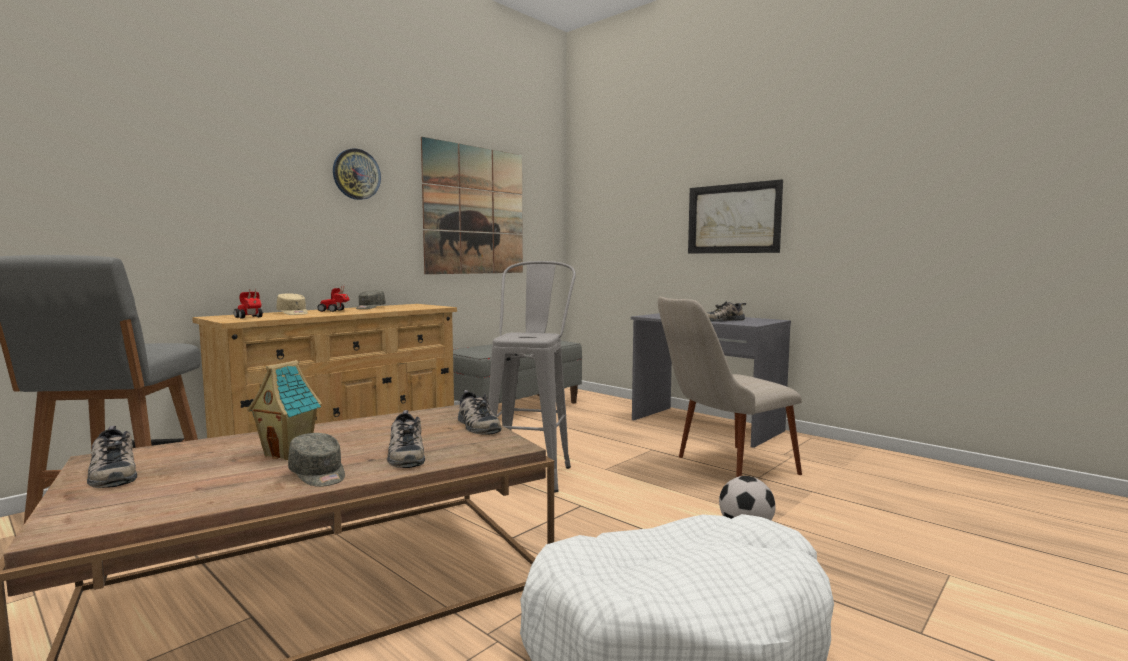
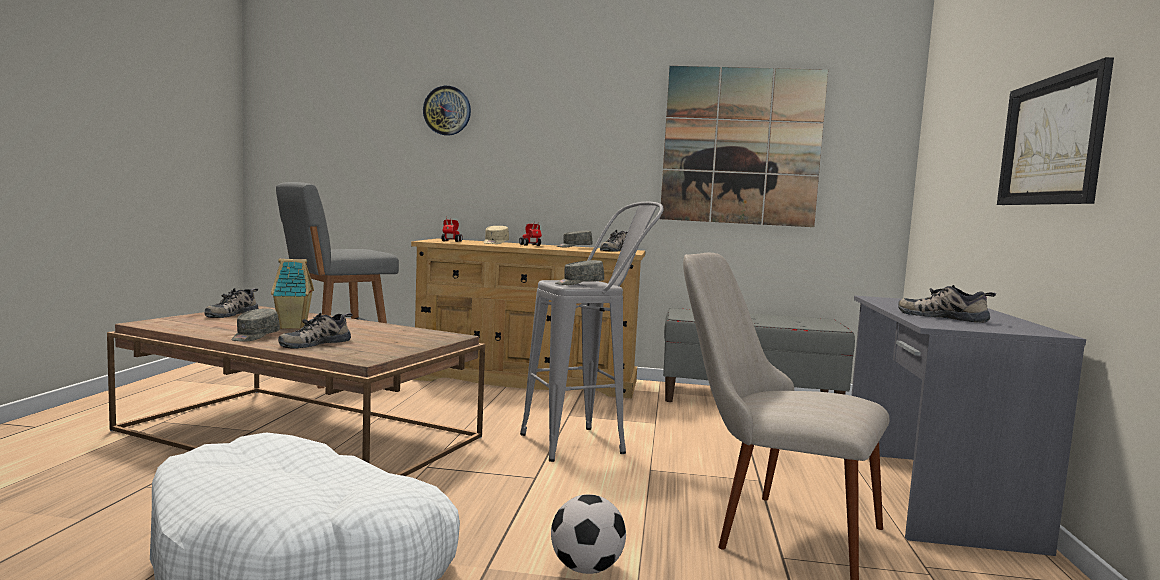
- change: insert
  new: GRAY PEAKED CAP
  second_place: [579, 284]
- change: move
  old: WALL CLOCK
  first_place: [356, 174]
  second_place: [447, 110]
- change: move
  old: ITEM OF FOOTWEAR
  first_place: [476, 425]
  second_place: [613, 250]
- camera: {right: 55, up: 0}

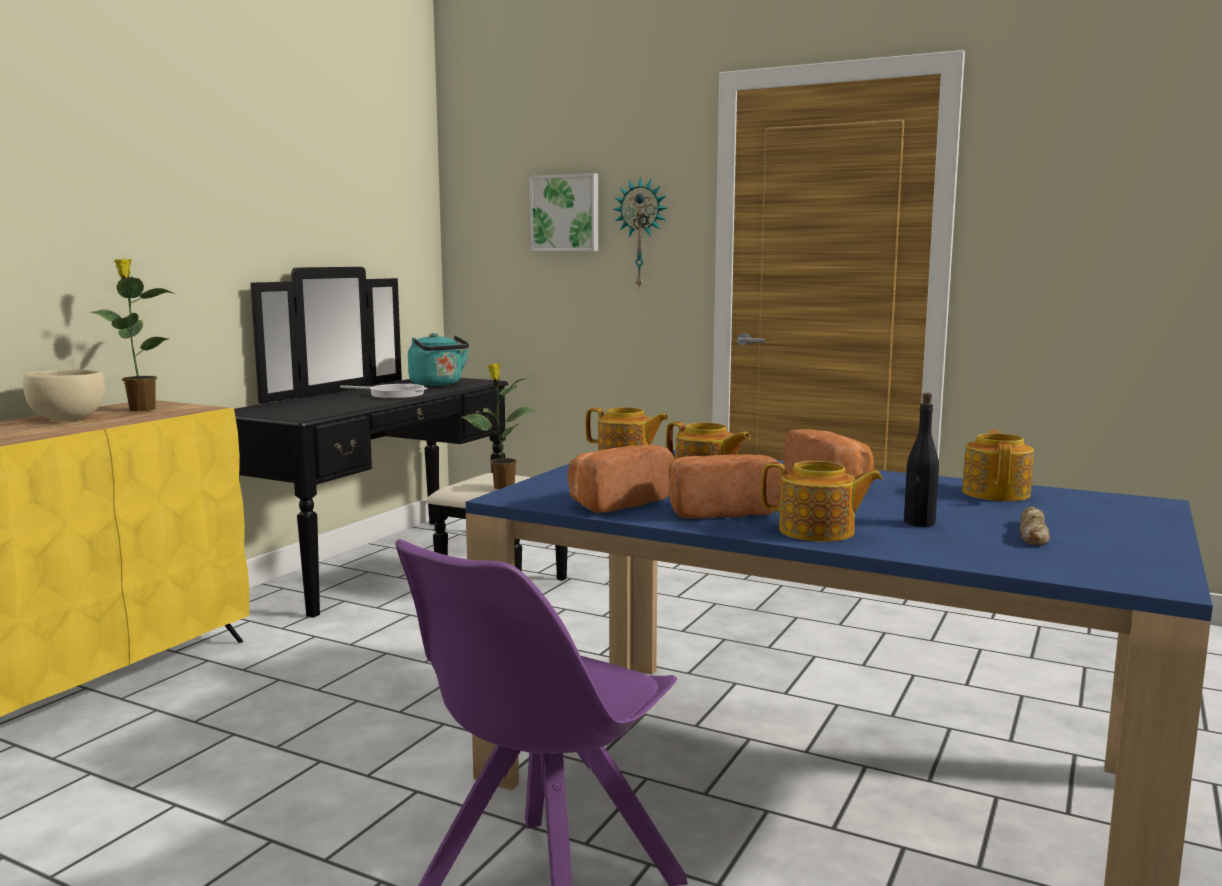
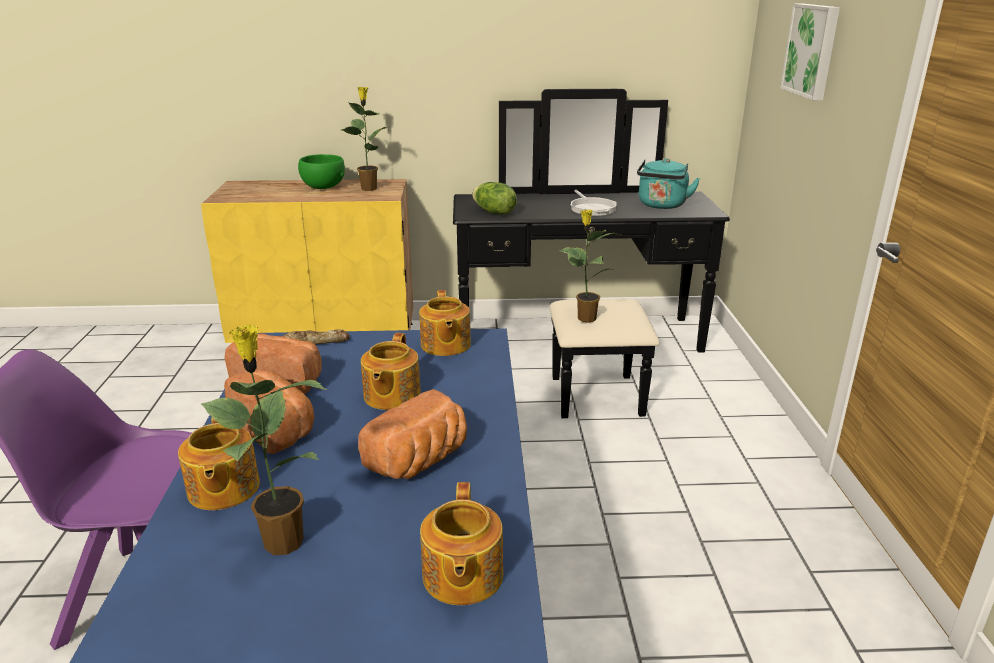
- change: delete
  old: WALL CLOCK
  first_place: [641, 233]
- change: insert
  new: HEAD OF LETTUCE
  second_place: [494, 212]
- change: move
  old: BREAD
  first_place: [1032, 533]
  second_place: [314, 342]
- change: replace
  old: BLACKISH DRINK BOTTLE
  new: PLANT IN A POT
  first_place: [919, 523]
  second_place: [282, 540]
- change: recolor
  old: BEIGE DEEP DISH
  new: GREENISH DEEP DISH
  first_place: [67, 418]
  second_place: [323, 187]
- change: rotate
  old: POT FOR TEA
  first_place: [996, 493]
  second_place: [461, 577]
  degrees: 105
- camera: {right: 60, up: 15}

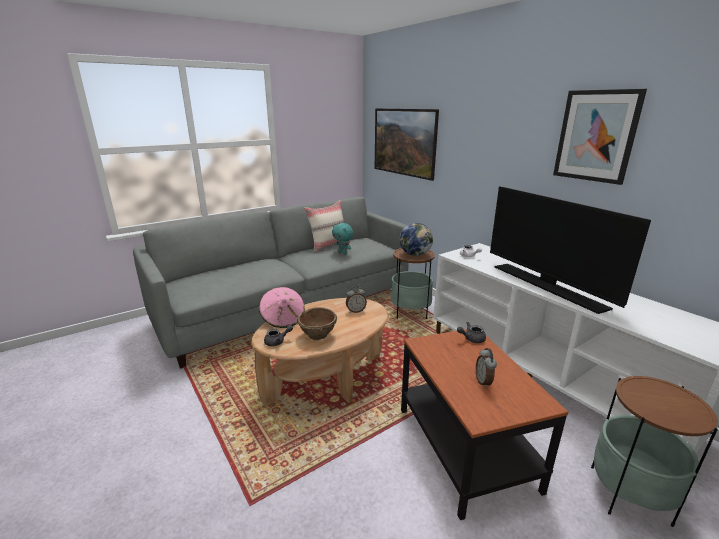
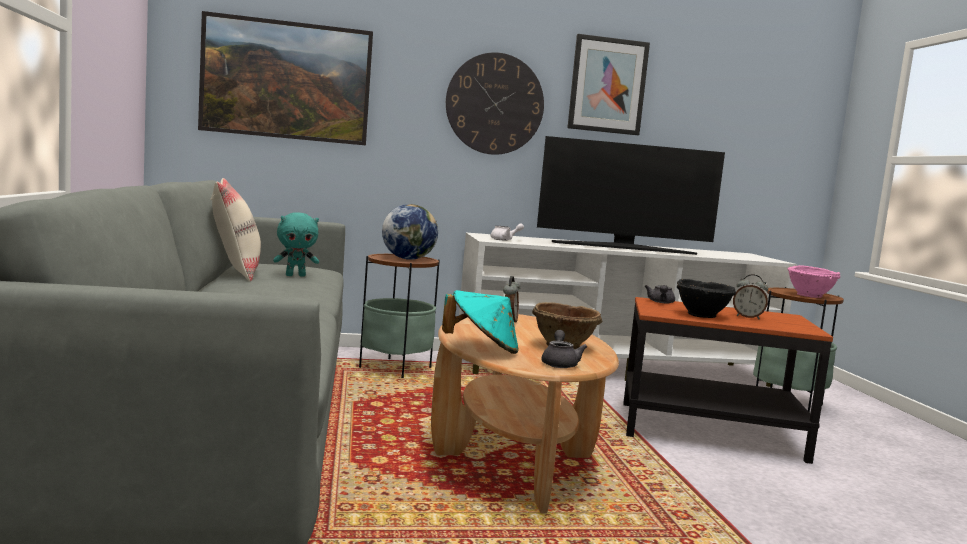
- change: insert
  new: WALL CLOCK
  second_place: [495, 104]
- change: insert
  new: BLACKISH DEEP DISH
  second_place: [702, 315]
- change: insert
  new: PINK DEEP DISH
  second_place: [810, 296]
- change: recolor
  old: PINK CLOTHING HAT
  new: TURQUOISE CLOTHING HAT
  first_place: [283, 319]
  second_place: [482, 349]
- camera: {right: -65, up: -15}

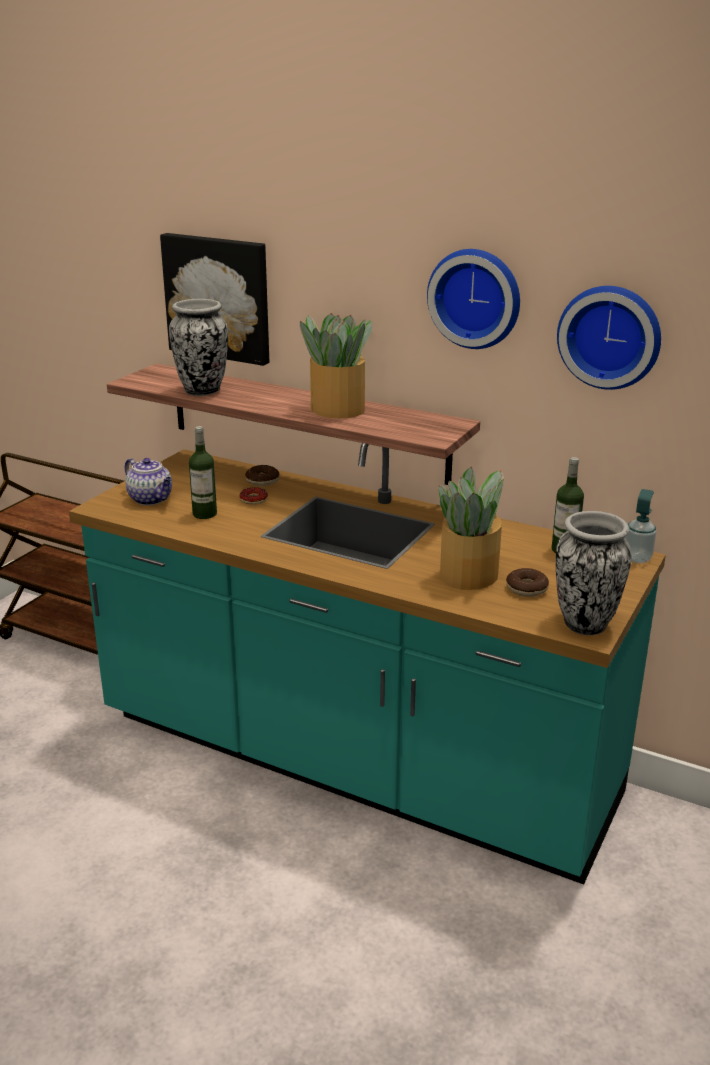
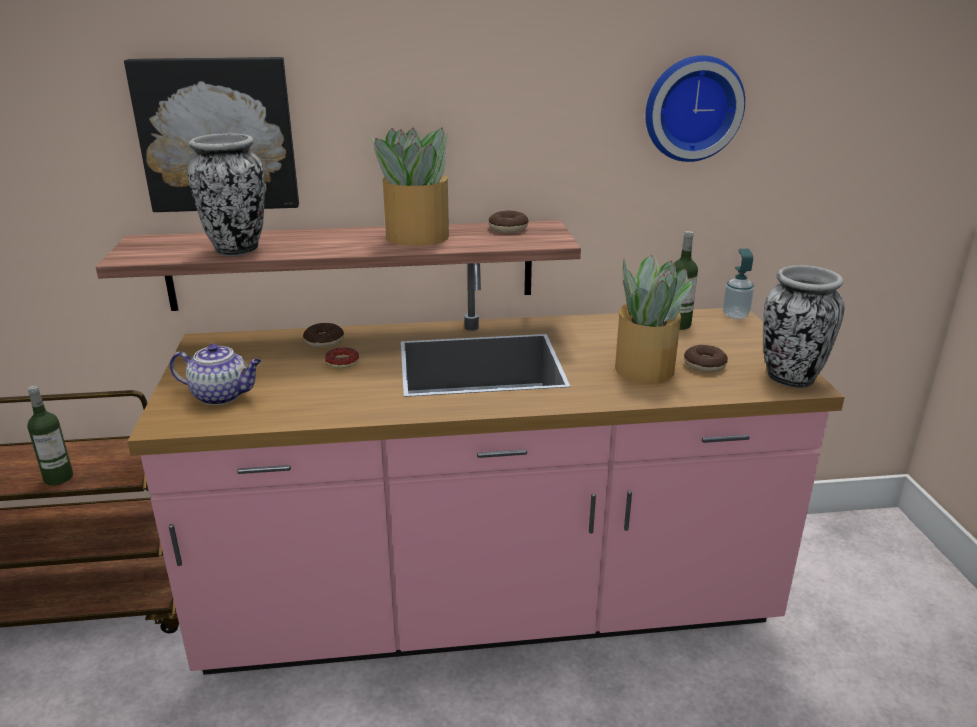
- change: delete
  old: WALL CLOCK
  first_place: [476, 297]
- change: insert
  new: RING DOUGHNUT
  second_place: [508, 228]
- change: move
  old: DRINK BOTTLE
  first_place: [204, 514]
  second_place: [58, 478]
- change: recolor
  old: TURQUOISE KITCHEN COUNTER
  new: PINK KITCHEN COUNTER
  first_place: [354, 761]
  second_place: [488, 606]
- camera: {right: -35, up: 0}

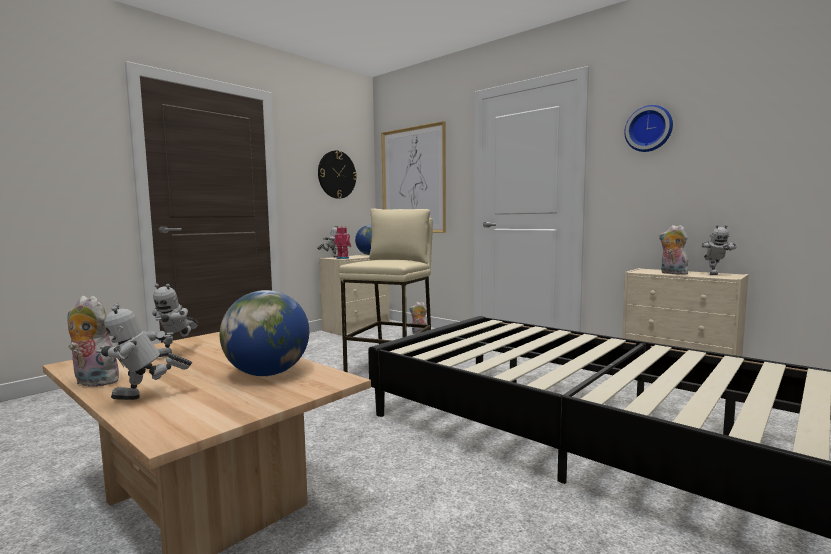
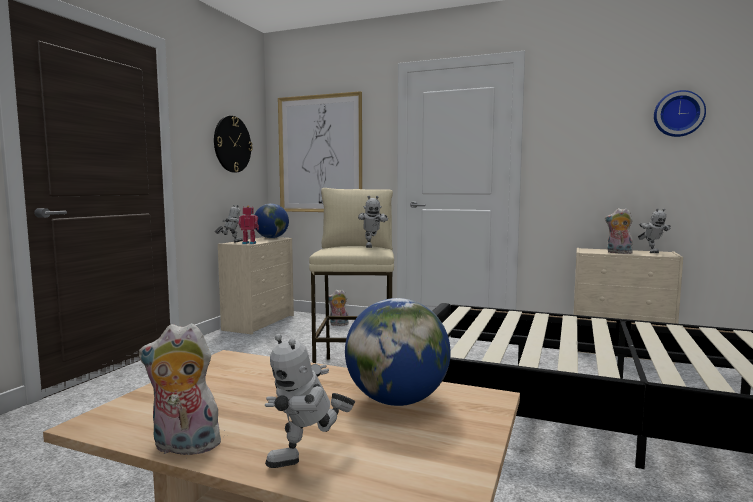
- change: move
  old: MODEL ROBOT
  first_place: [177, 353]
  second_place: [371, 247]
- change: move
  old: WALL CLOCK
  first_place: [649, 129]
  second_place: [678, 114]
- camera: {right: -20, up: 0}

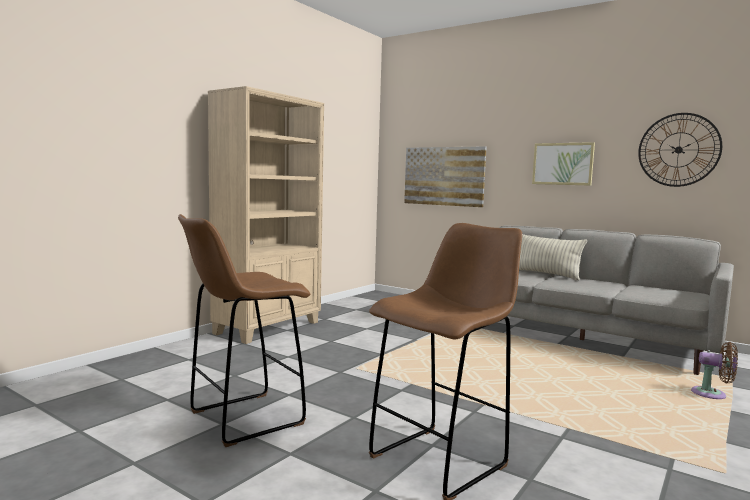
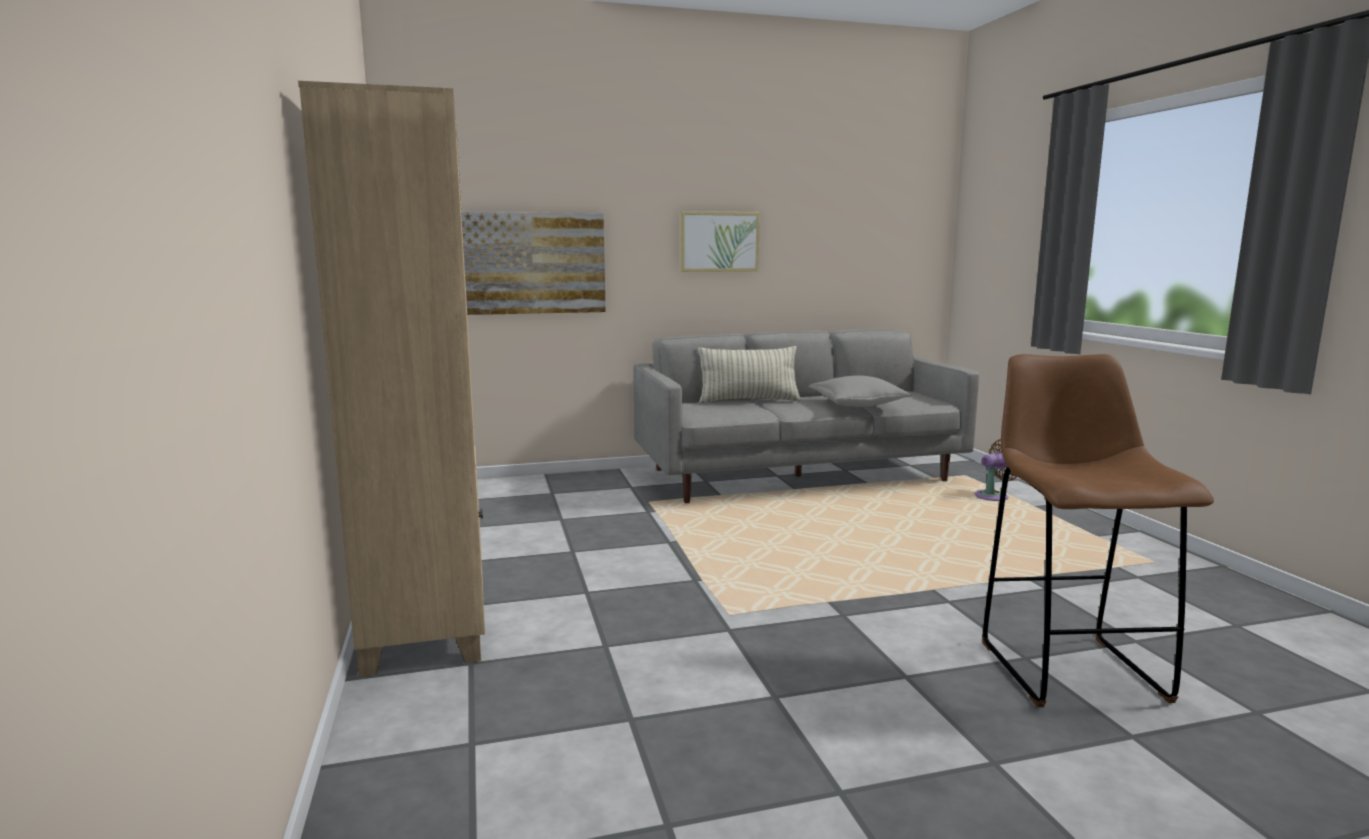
- change: delete
  old: BROWNISH SITTING STOOL
  first_place: [243, 419]
- change: delete
  old: WALL CLOCK
  first_place: [678, 150]
- change: insert
  new: GRAY THROW PILLOW
  second_place: [857, 405]
- camera: {right: -50, up: 5}

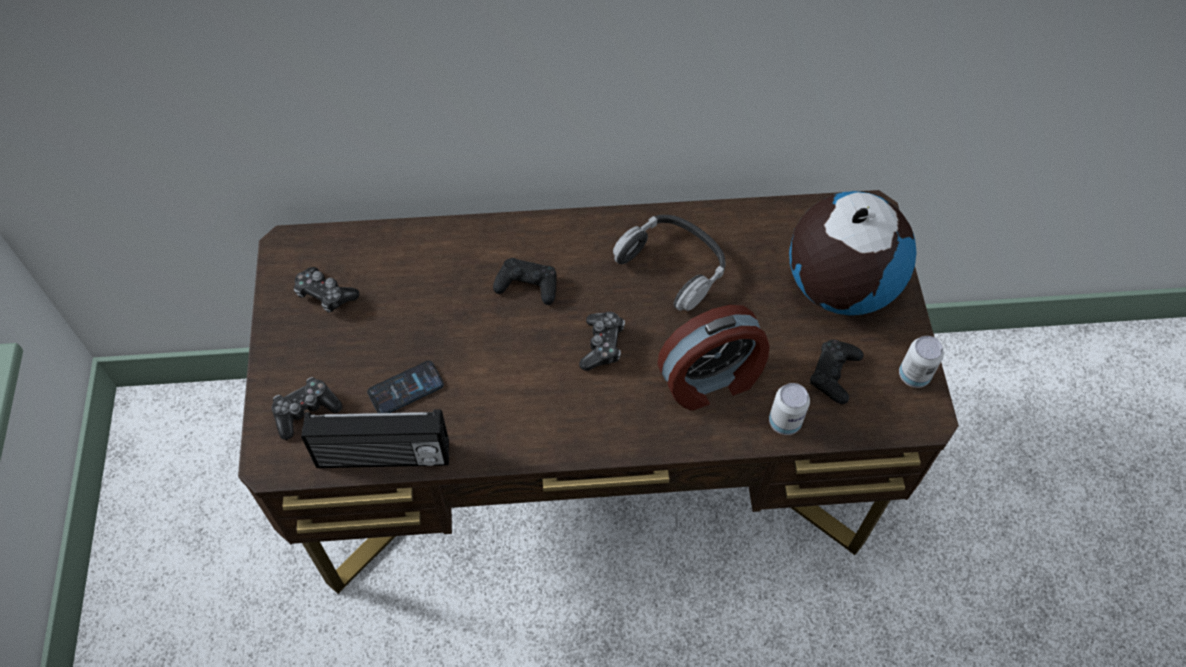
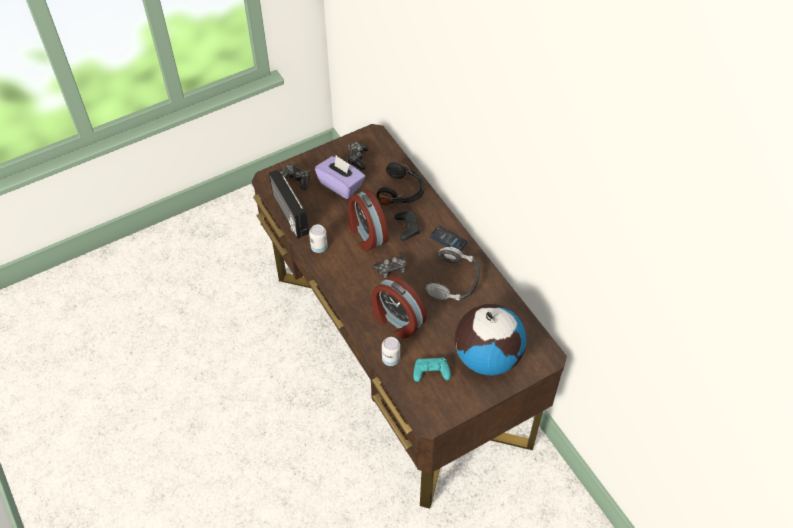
- change: insert
  new: PURPLE-COLOURED TISSUE BOX
  second_place: [341, 185]
- change: insert
  new: ALARM CLOCK
  second_place: [366, 234]
- change: insert
  new: BLACKISH PAIR OF HEADPHONES
  second_place: [402, 191]
- change: move
  old: HANDSET
  first_place: [406, 389]
  second_place: [448, 240]
- change: move
  old: SEALED CAN
  first_place: [914, 375]
  second_place: [319, 247]
- change: recolor
  old: BLACKISH GAME CONTROLLER
  new: TURQUOISE GAME CONTROLLER
  first_place: [834, 374]
  second_place: [431, 372]
- camera: {right: 65, up: -5}

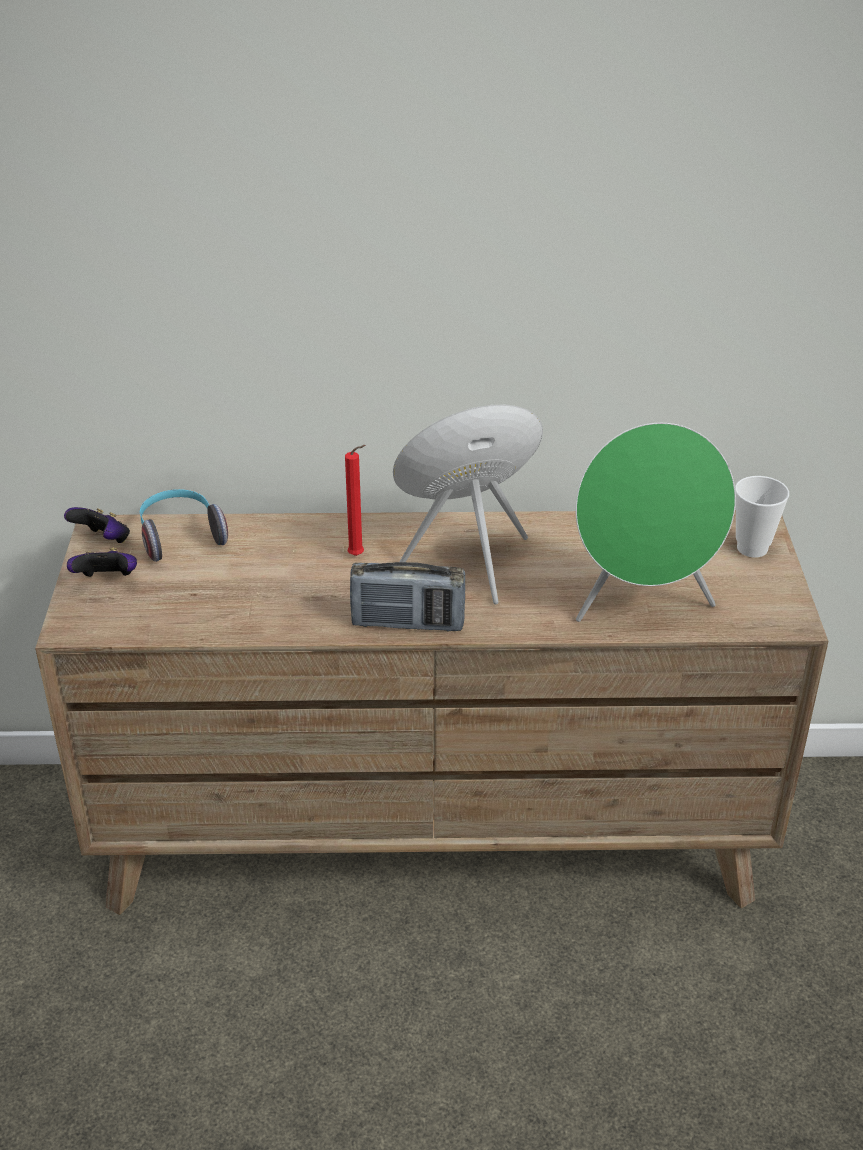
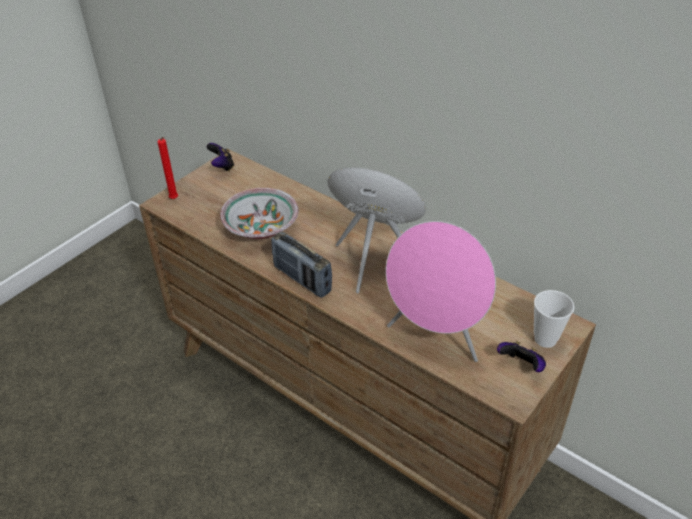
- change: delete
  old: PAIR OF HEADPHONES
  first_place: [180, 535]
- change: insert
  new: DEEP DISH
  second_place: [261, 228]
- change: move
  old: GAME CONTROLLER
  first_place: [107, 581]
  second_place: [521, 366]
- change: move
  old: REDDISH CANDLE
  first_place: [358, 556]
  second_place: [174, 200]
- change: recolor
  old: GREENISH LOUDSPEAKER
  new: PINK LOUDSPEAKER
  first_place: [642, 604]
  second_place: [436, 336]
- camera: {right: 40, up: 5}

